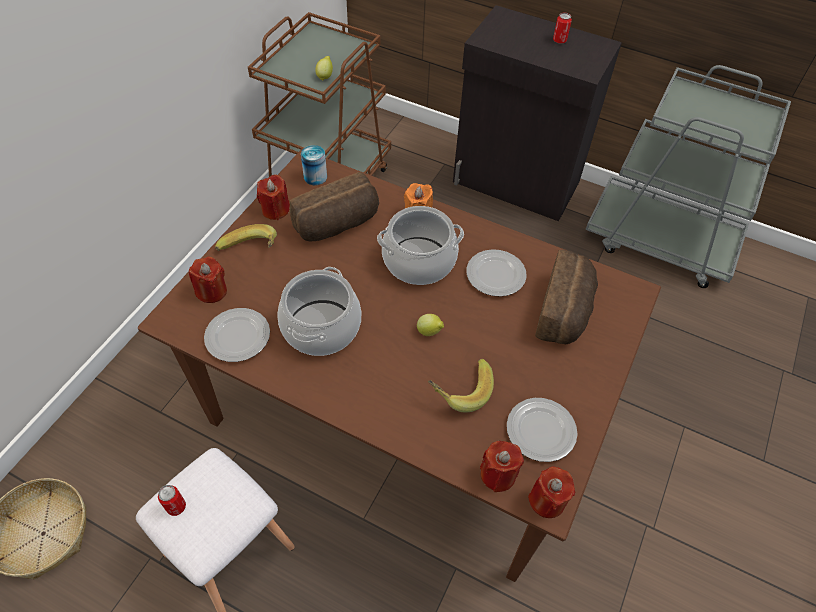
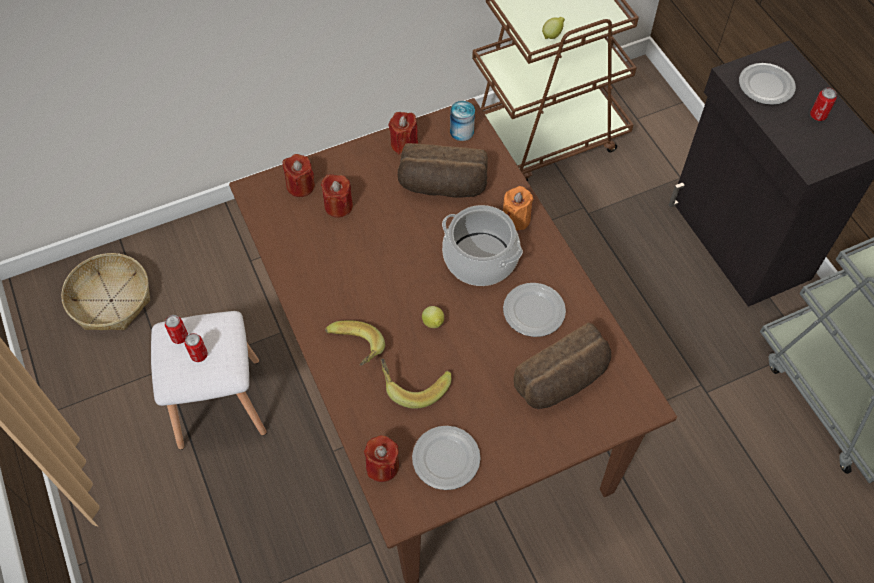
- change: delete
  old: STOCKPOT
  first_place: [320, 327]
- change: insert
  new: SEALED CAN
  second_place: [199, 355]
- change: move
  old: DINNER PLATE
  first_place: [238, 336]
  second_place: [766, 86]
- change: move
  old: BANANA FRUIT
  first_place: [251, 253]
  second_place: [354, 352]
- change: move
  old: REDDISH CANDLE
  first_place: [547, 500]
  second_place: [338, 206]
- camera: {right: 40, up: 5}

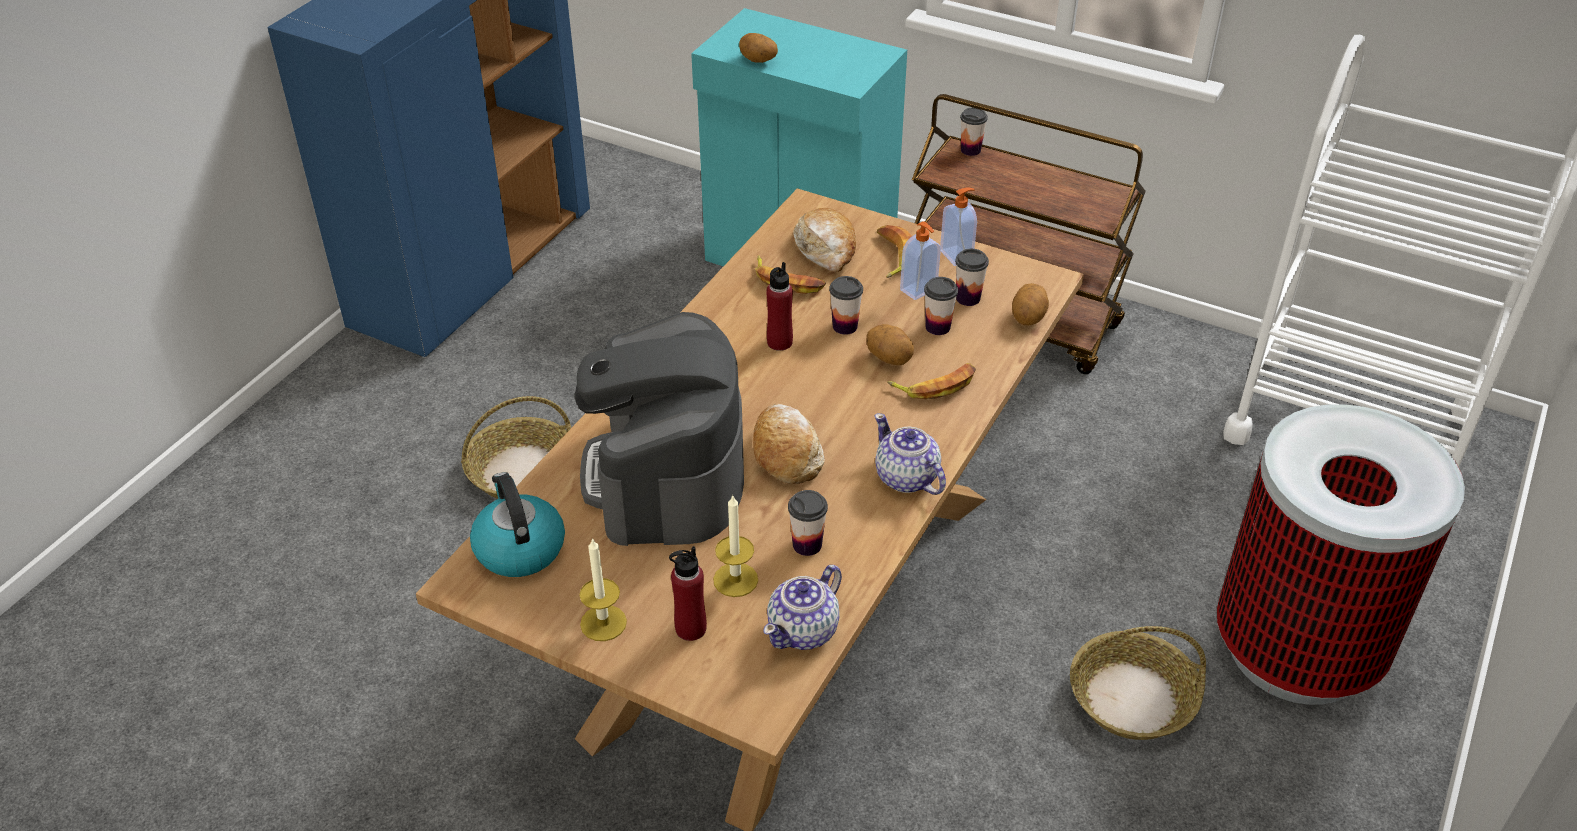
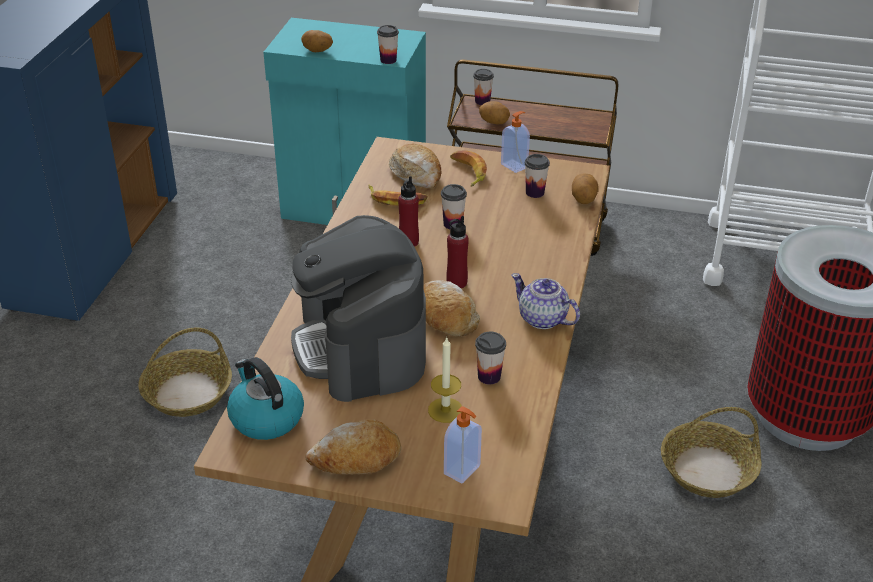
- change: delete
  old: POT FOR TEA
  first_place: [804, 630]
- change: delete
  old: BANANA FRUIT
  first_place: [935, 385]
- change: move
  old: REDDISH DRINK BOTTLE
  first_place: [690, 628]
  second_place: [456, 282]
- change: move
  old: SPUD
  first_place: [889, 358]
  second_place: [494, 122]
- change: move
  old: SOAP BOTTLE
  first_place: [919, 290]
  second_place: [463, 470]
- change: move
  old: SMALL CUP
  first_place: [937, 327]
  second_place: [388, 60]
- change: replace
  old: CANDLE
  new: BREAD
  first_place: [603, 623]
  second_place: [356, 459]
- camera: {right: -15, up: -5}

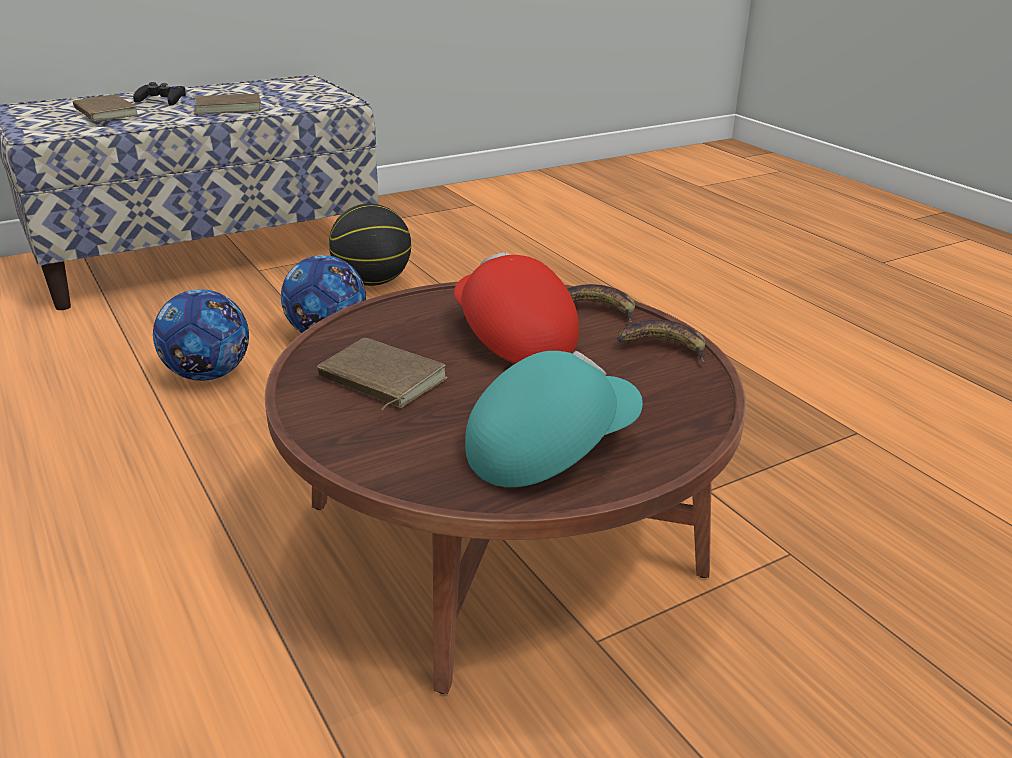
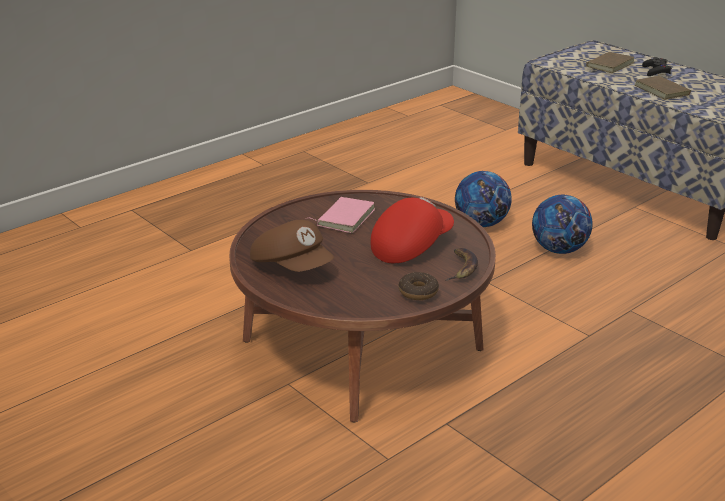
- change: delete
  old: BALL FOR BASKETBALL
  first_place: [372, 282]
- change: replace
  old: BANANA FRUIT
  new: RING DOUGHNUT
  first_place: [662, 346]
  second_place: [418, 292]
- change: recolor
  old: BROWNISH BOUND BOOK
  new: PINK BOUND BOOK
  first_place: [379, 380]
  second_place: [344, 217]
- change: recolor
  old: TURQUOISE PEAKED CAP
  new: BROWNISH PEAKED CAP
  first_place: [549, 449]
  second_place: [293, 266]
- camera: {right: 80, up: 0}

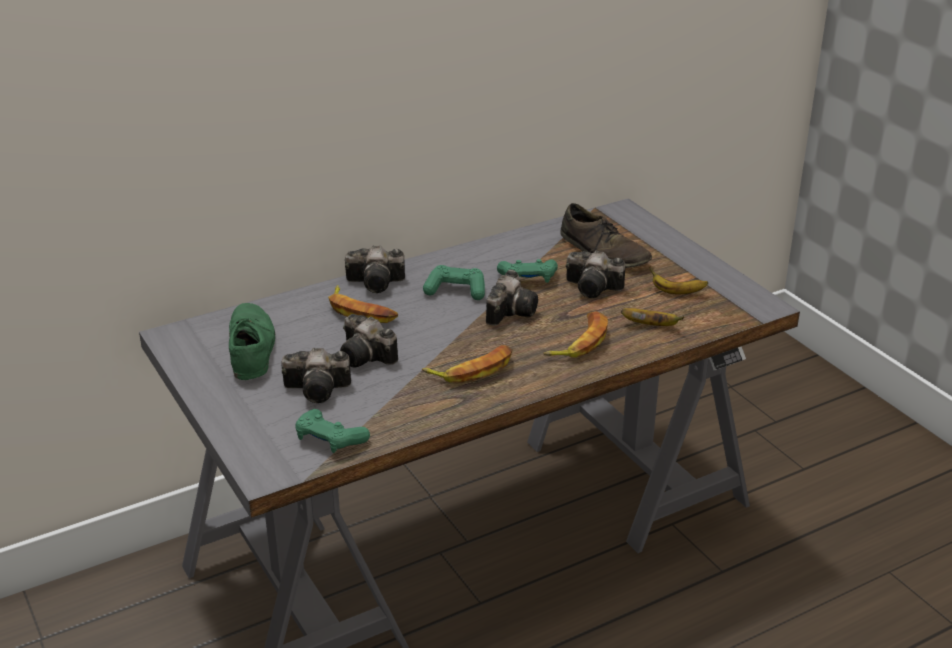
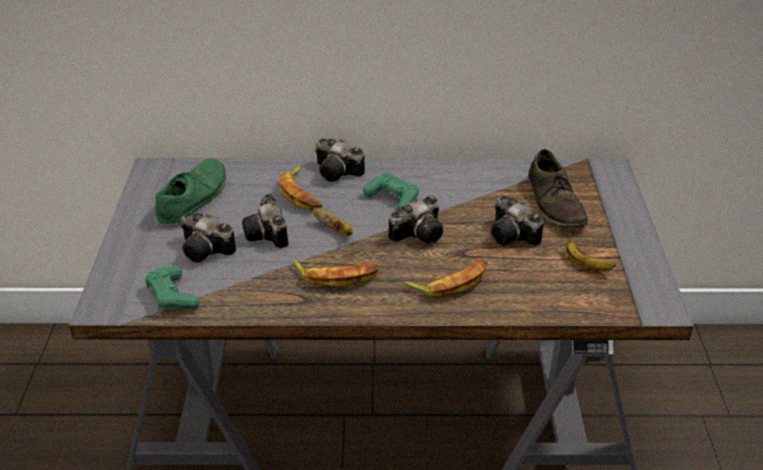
- change: delete
  old: GREENISH GAME CONTROLLER
  first_place: [528, 278]
- change: move
  old: BANANA FRUIT
  first_place: [651, 325]
  second_place: [335, 231]
- camera: {right: 30, up: 5}

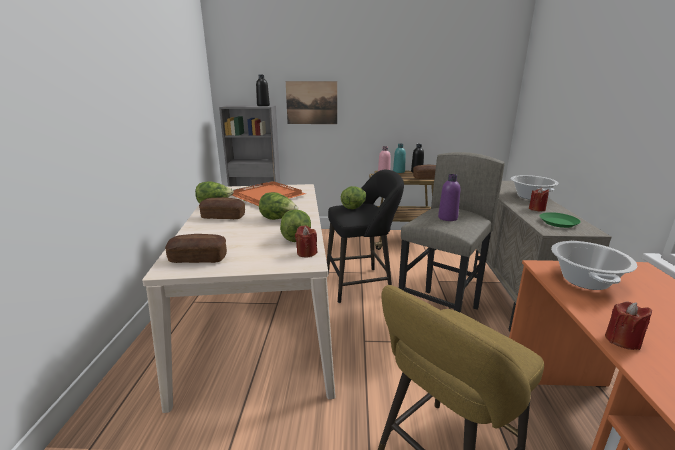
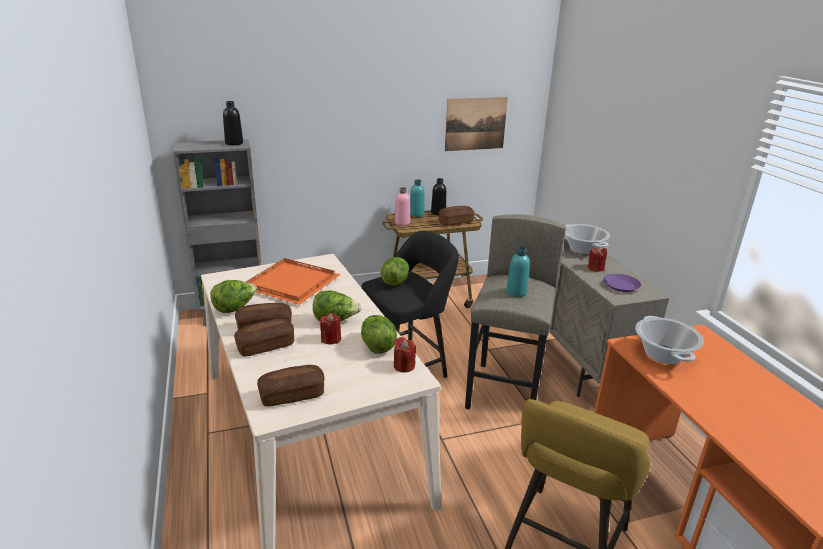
- change: insert
  new: BREAD
  second_place: [266, 346]
- change: move
  old: WALL PICTURE
  first_place: [311, 103]
  second_place: [475, 124]
- change: move
  old: REDDISH CANDLE
  first_place: [622, 340]
  second_place: [331, 339]
- change: recolor
  old: PURPLE-COLOURED DRINK BOTTLE
  new: TURQUOISE DRINK BOTTLE
  first_place: [447, 218]
  second_place: [516, 292]
- change: recolor
  old: GREENISH DINNER PLATE
  new: PURPLE-COLOURED DINNER PLATE
  first_place: [558, 223]
  second_place: [621, 286]
- camera: {right: -20, up: 5}

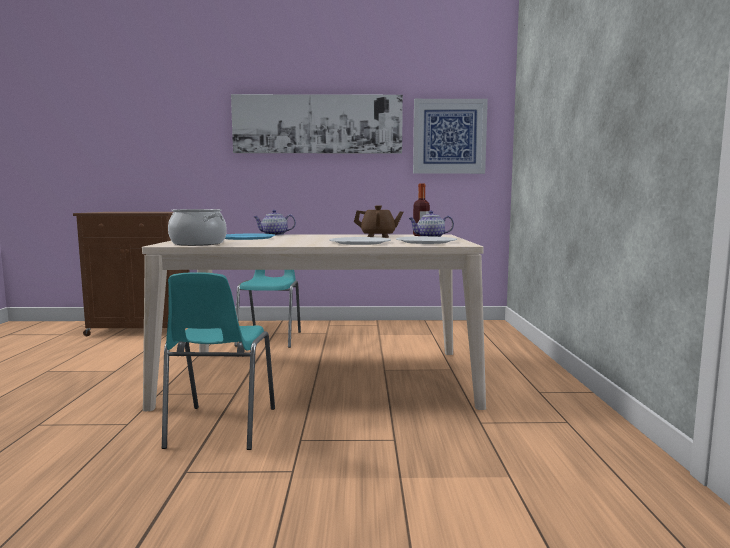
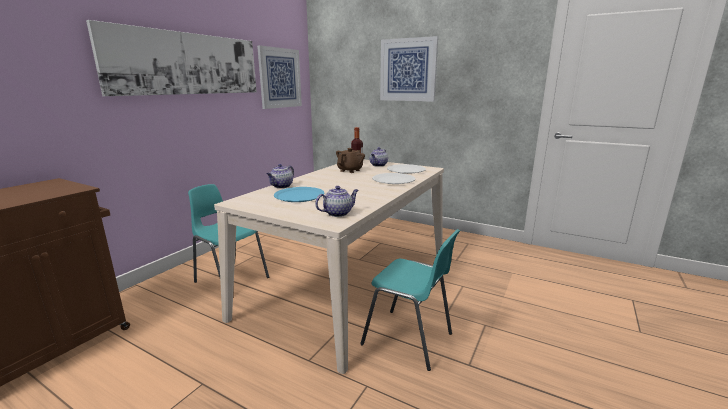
- change: insert
  new: WALL PICTURE
  second_place: [408, 70]
- change: replace
  old: STOCKPOT
  new: POT FOR TEA
  first_place: [198, 243]
  second_place: [338, 213]
- camera: {right: -60, up: 10}

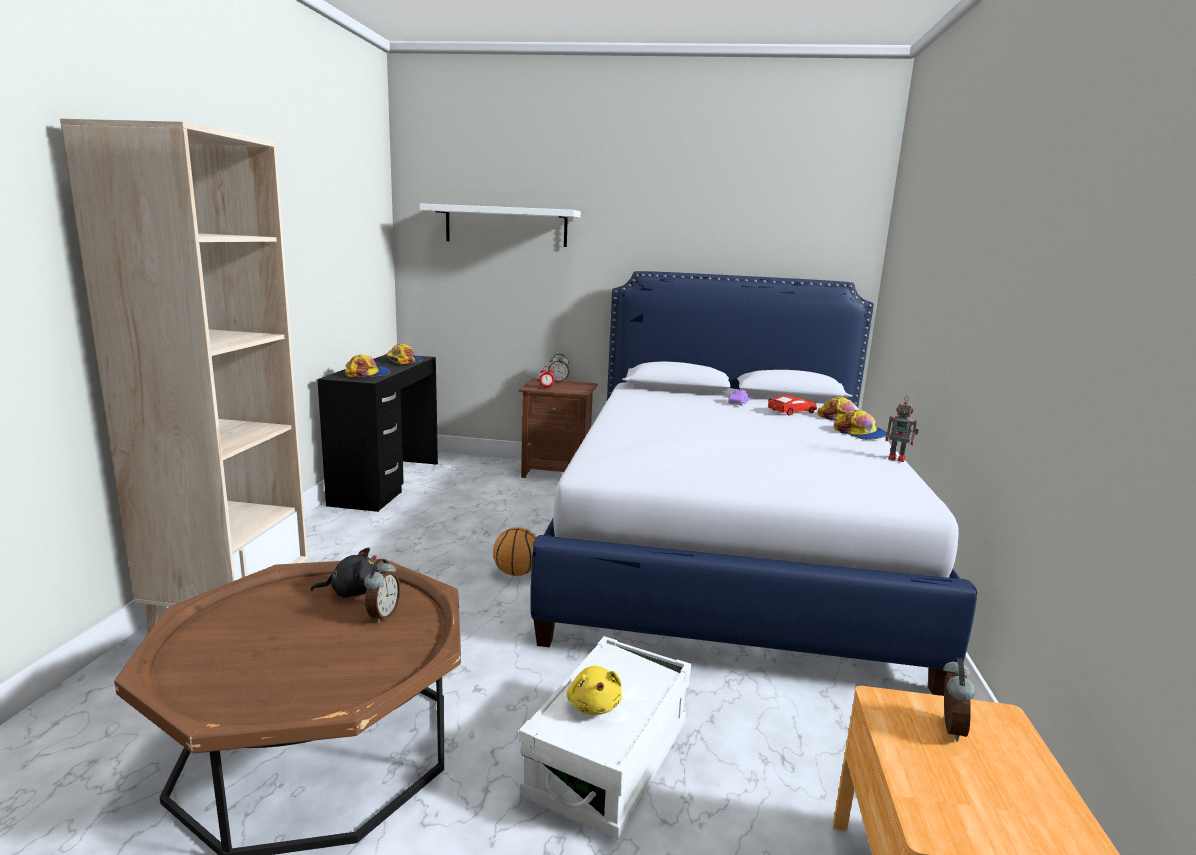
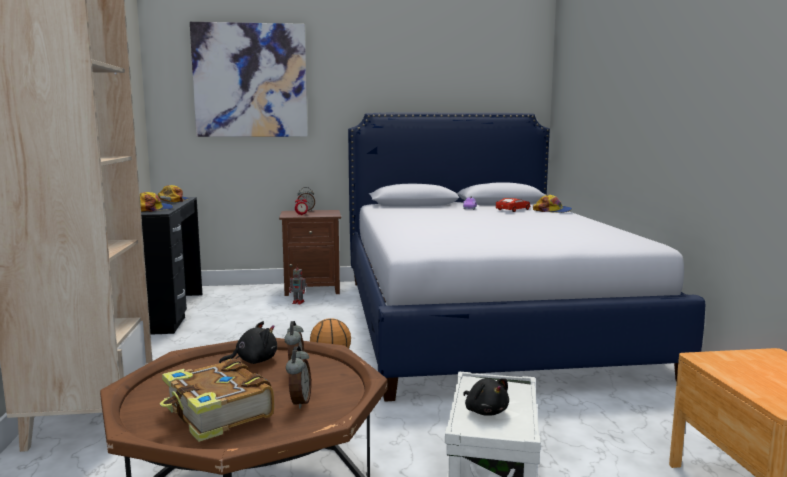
- change: delete
  old: PEAKED CAP
  first_place: [860, 433]
- change: insert
  new: BOUND BOOK
  second_place: [217, 413]
- change: move
  old: MODEL ROBOT
  first_place: [898, 458]
  second_place: [299, 302]
- change: move
  old: ALARM CLOCK
  first_place: [949, 728]
  second_place: [299, 402]
- change: replace
  old: WHITE-COLOURED BRACKET SHELF
  new: WALL PICTURE
  first_place: [506, 226]
  second_place: [250, 80]
- change: recolor
  old: YELLOW CUDDLY TOY
  new: BLACKISH CUDDLY TOY
  first_place: [593, 705]
  second_place: [485, 411]
- camera: {right: -15, up: -5}

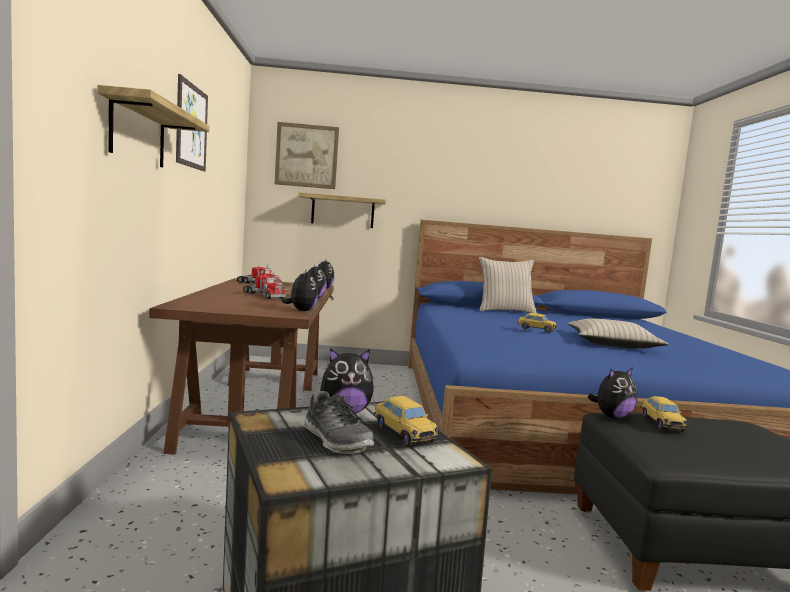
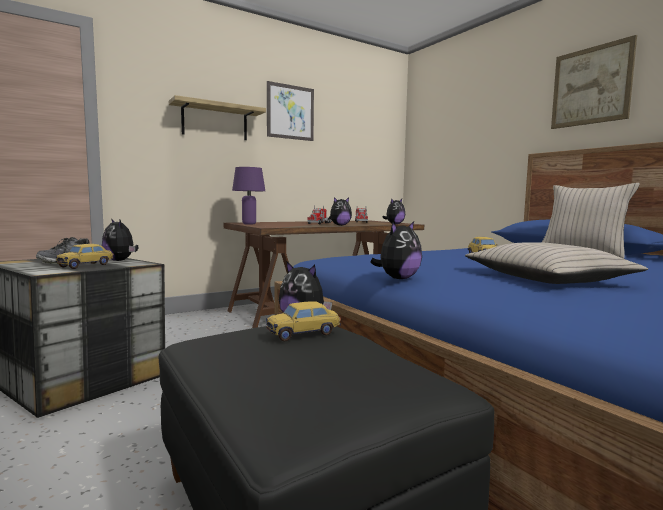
- change: delete
  old: BRACKET SHELF
  first_place: [343, 211]
- change: insert
  new: PURPLE-COLOURED TABLE LAMP
  second_place: [249, 224]
- change: move
  old: WALL PICTURE
  first_place: [306, 156]
  second_place: [591, 86]
- change: move
  old: CUDDLY TOY
  first_place: [301, 311]
  second_place: [398, 278]
- camera: {right: 60, up: 0}

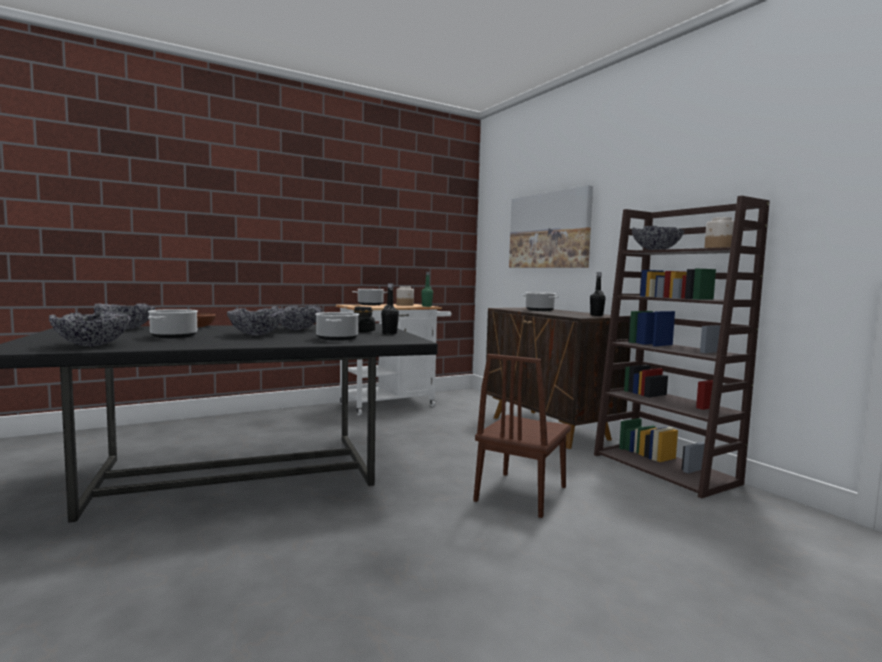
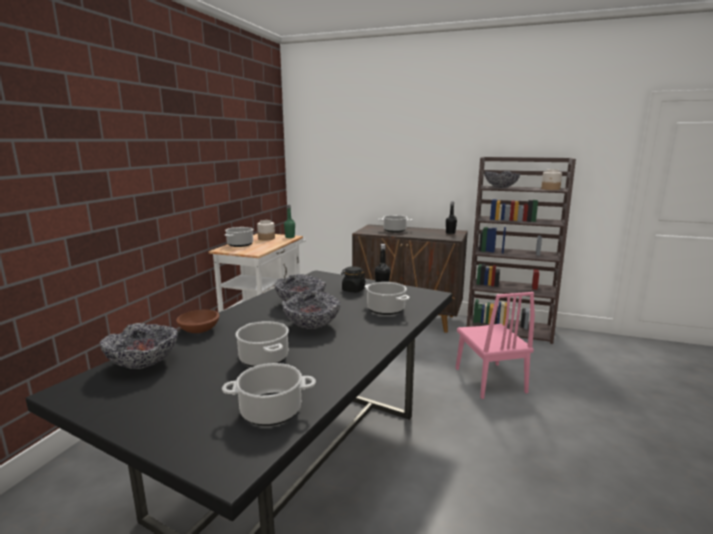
- change: delete
  old: WALL PICTURE
  first_place: [549, 230]
- change: replace
  old: DEEP DISH
  new: STOCKPOT
  first_place: [92, 345]
  second_place: [272, 411]
- change: recolor
  old: BROWNISH UPRIGHT CHAIR
  new: PINK UPRIGHT CHAIR
  first_place: [521, 493]
  second_place: [489, 380]
- camera: {right: -40, up: 10}

